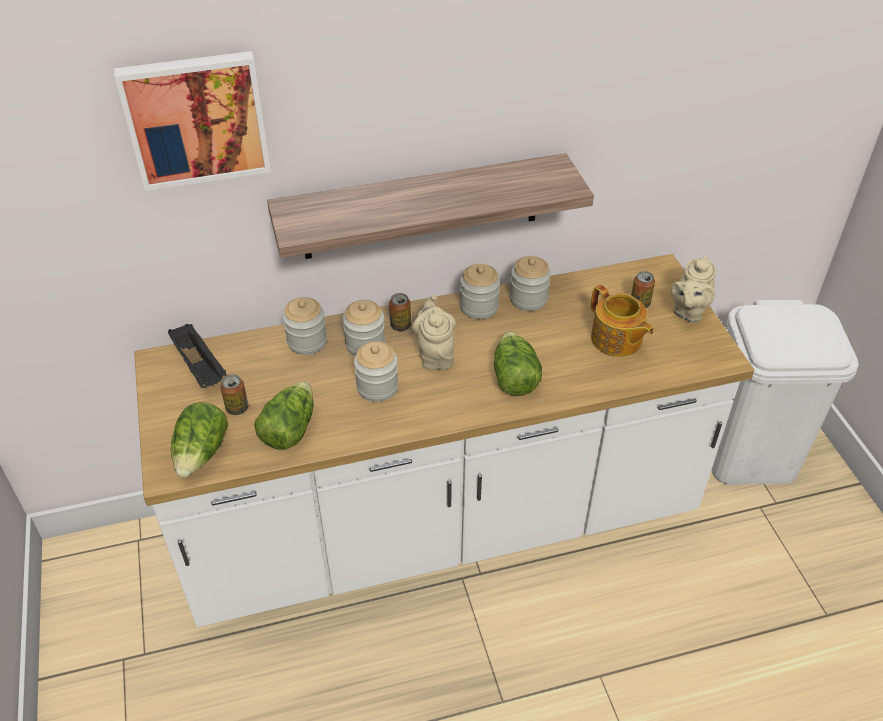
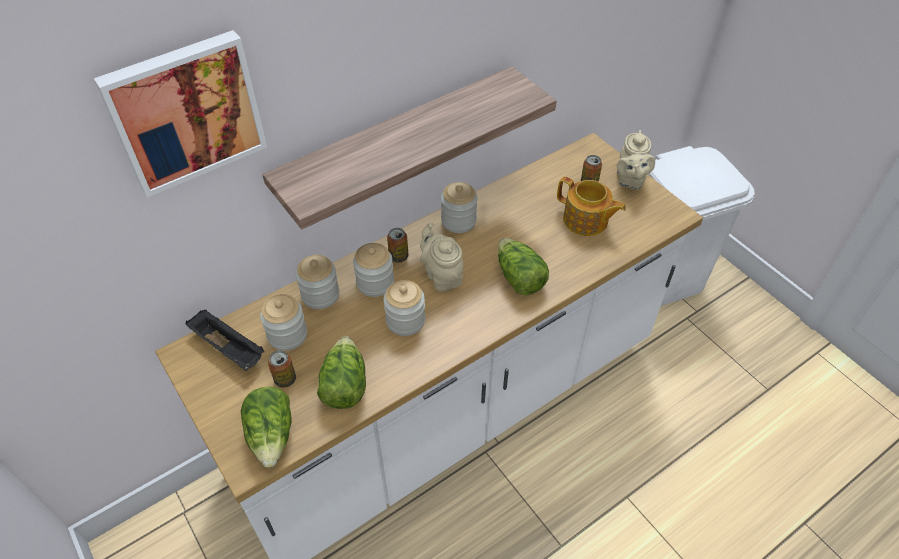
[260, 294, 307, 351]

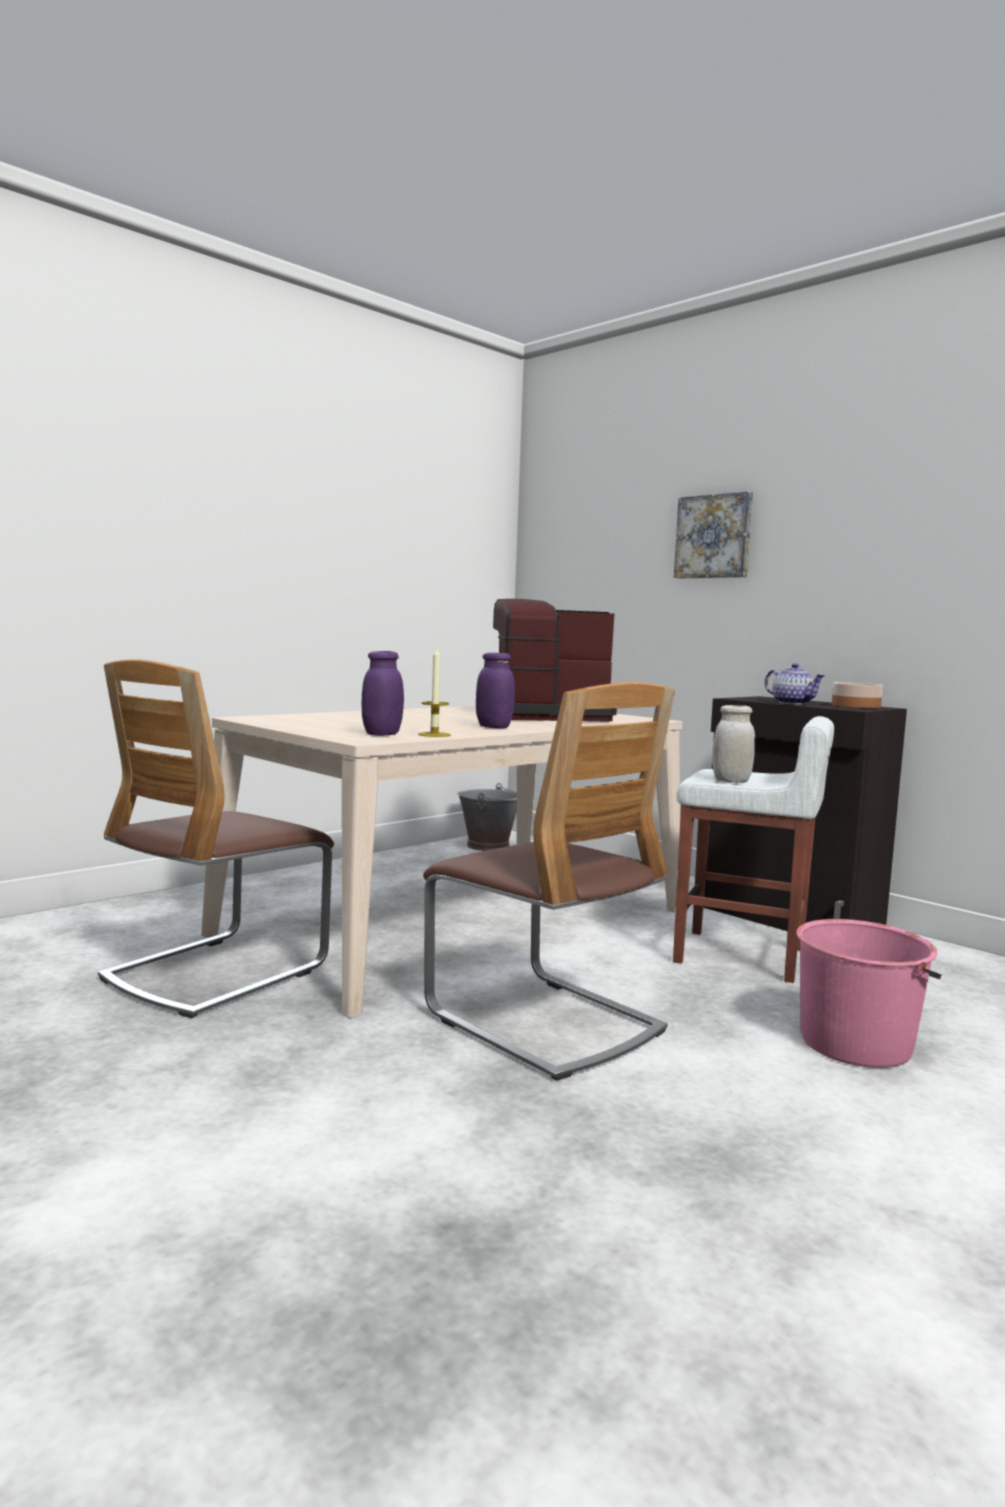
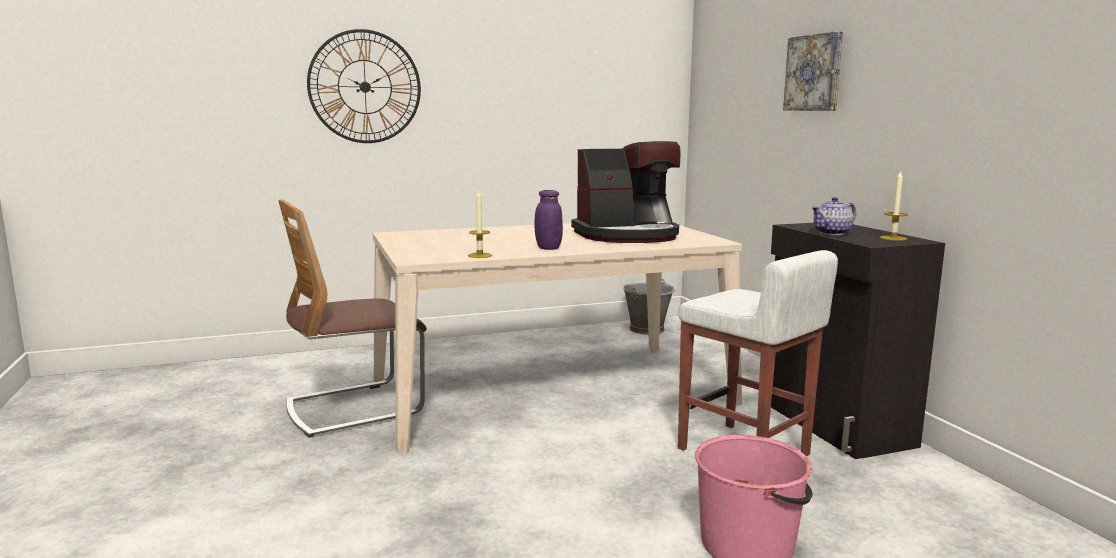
[307, 29, 421, 143]
[571, 141, 681, 243]
[811, 197, 856, 235]
[880, 170, 908, 241]
[362, 651, 404, 736] (first image)
[423, 682, 675, 1081] (first image)
[712, 705, 755, 783] (first image)

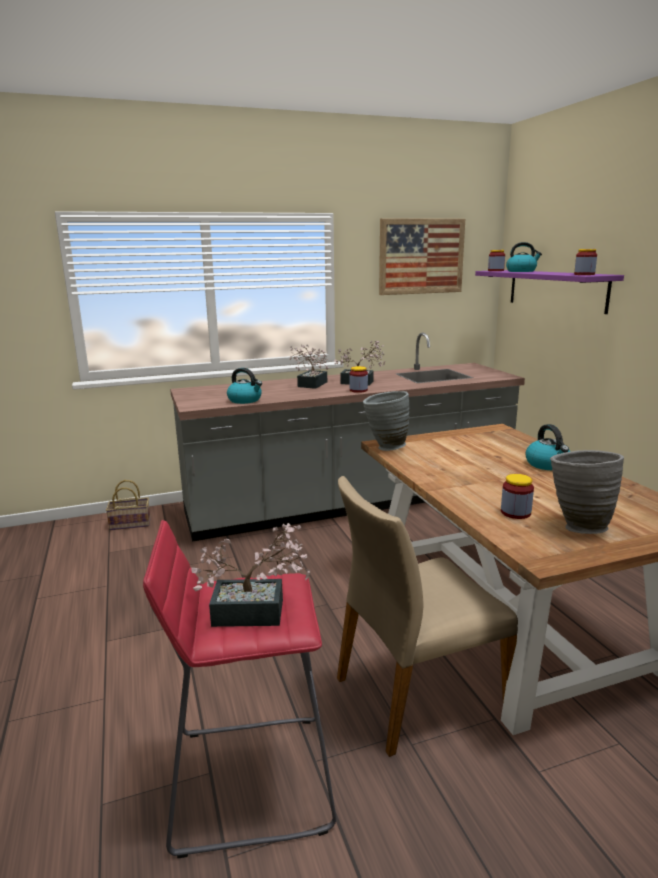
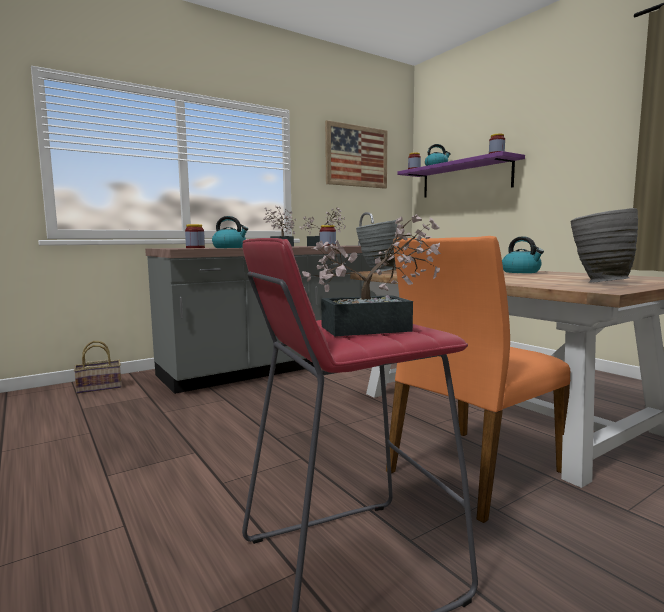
[185, 224, 205, 248]
[386, 236, 570, 523]

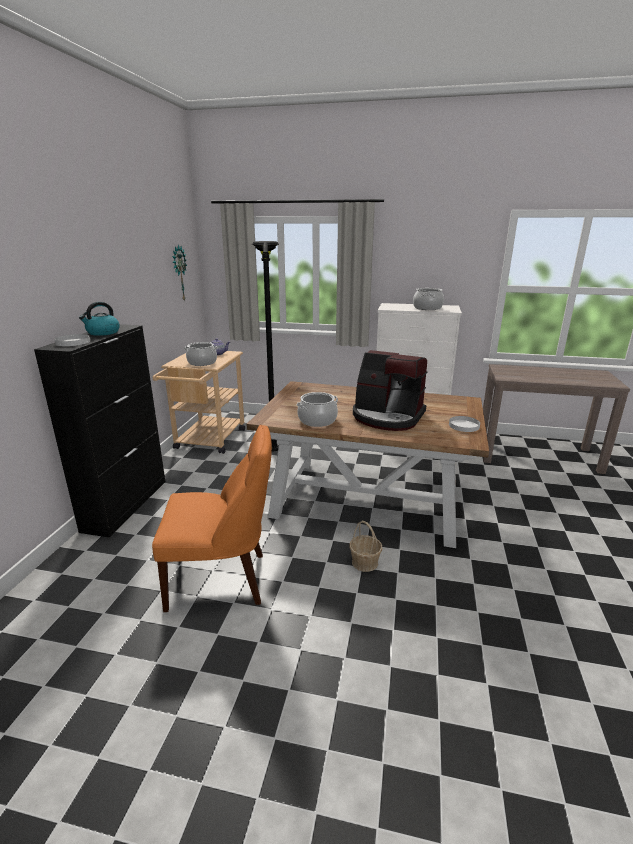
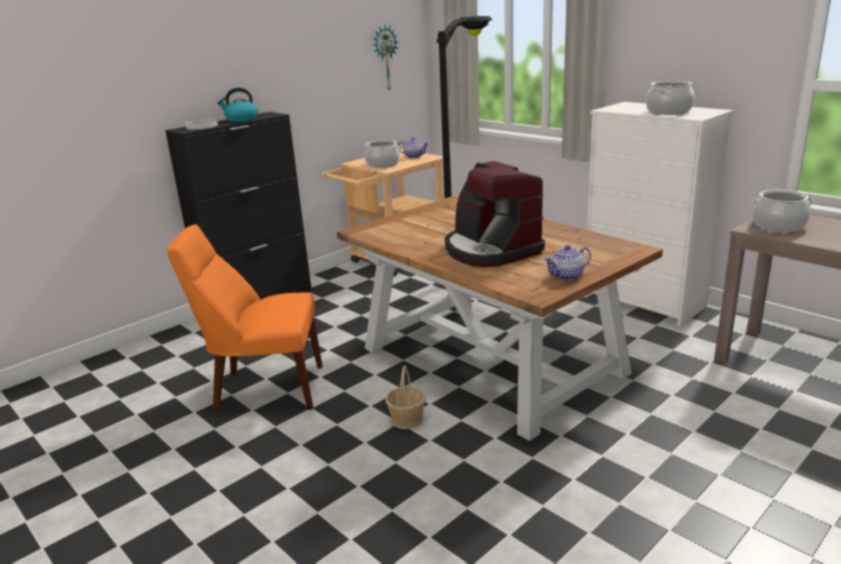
[167, 224, 322, 414]
[544, 245, 591, 280]
[752, 190, 814, 232]

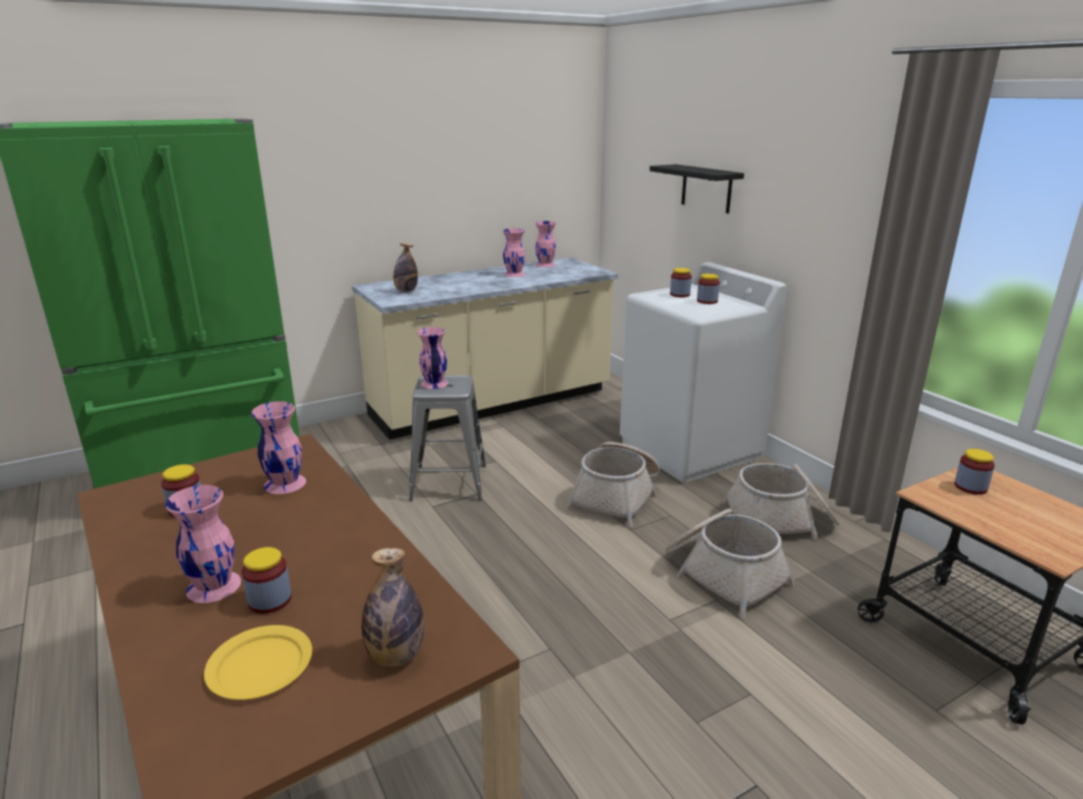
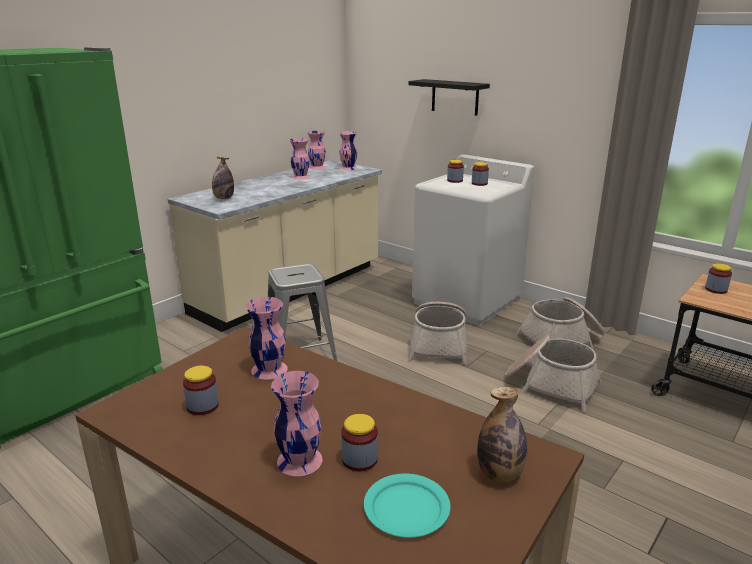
[339, 131, 357, 170]
[364, 473, 451, 537]

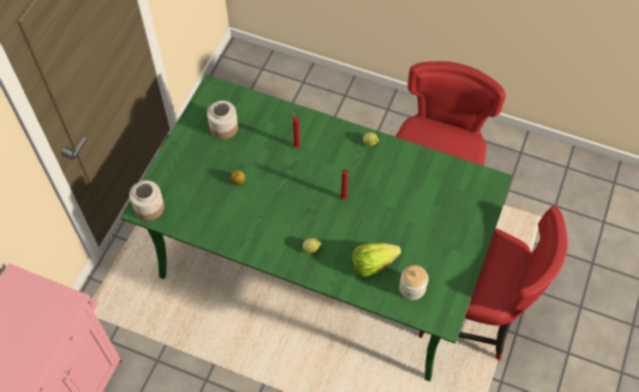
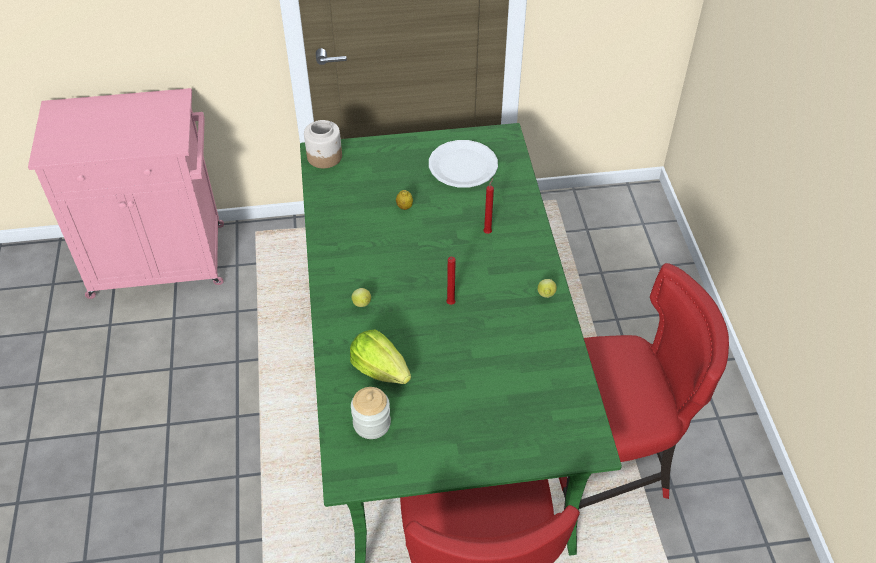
[429, 140, 498, 187]

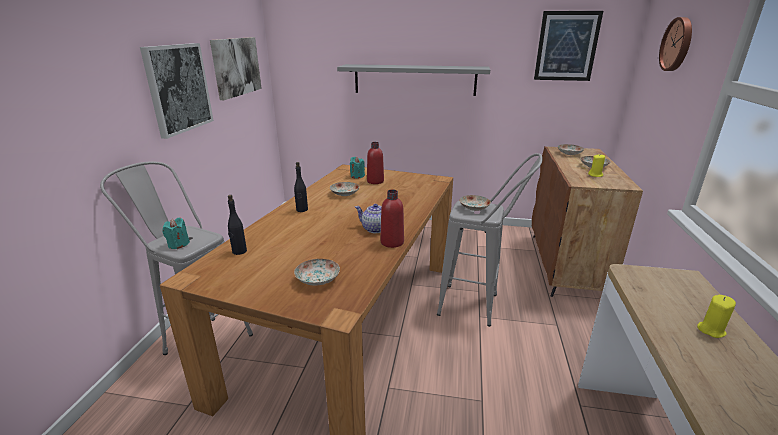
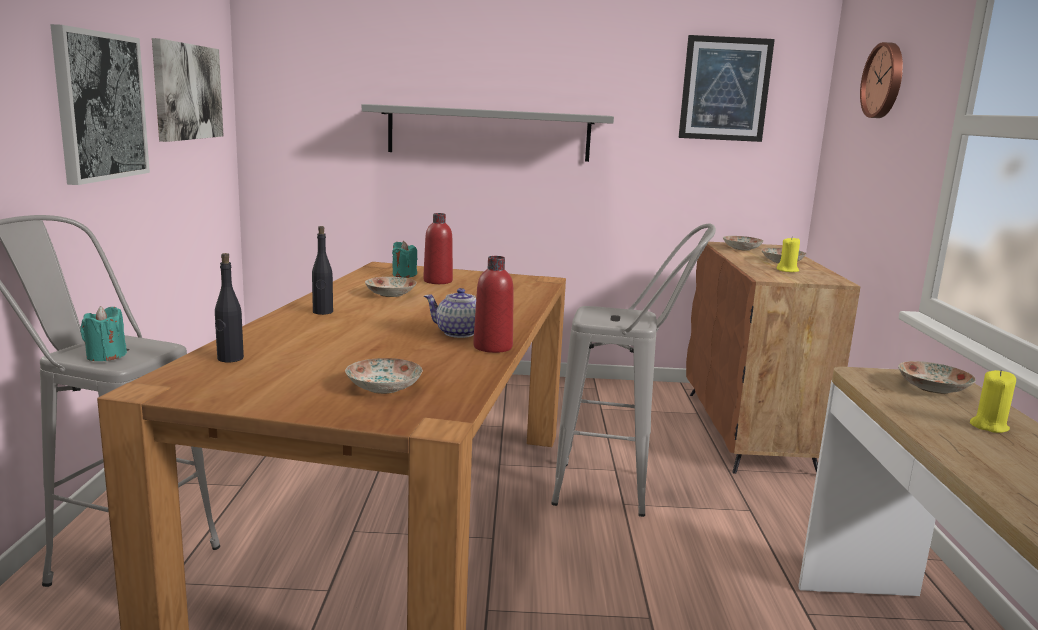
[898, 361, 976, 394]

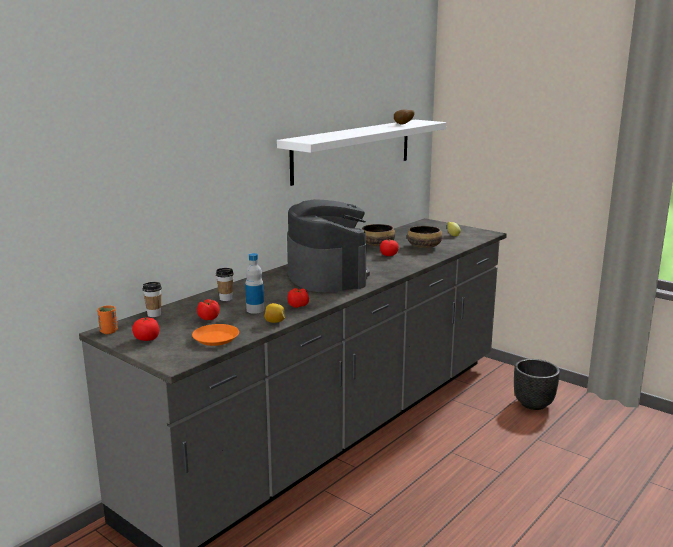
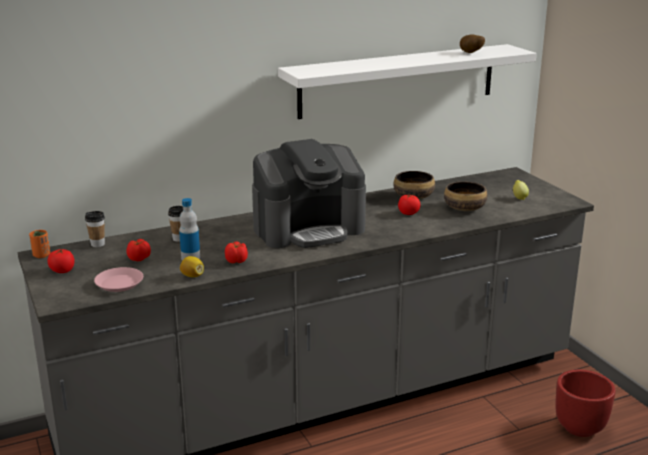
[94, 267, 143, 292]
[252, 139, 366, 248]
[555, 370, 616, 437]

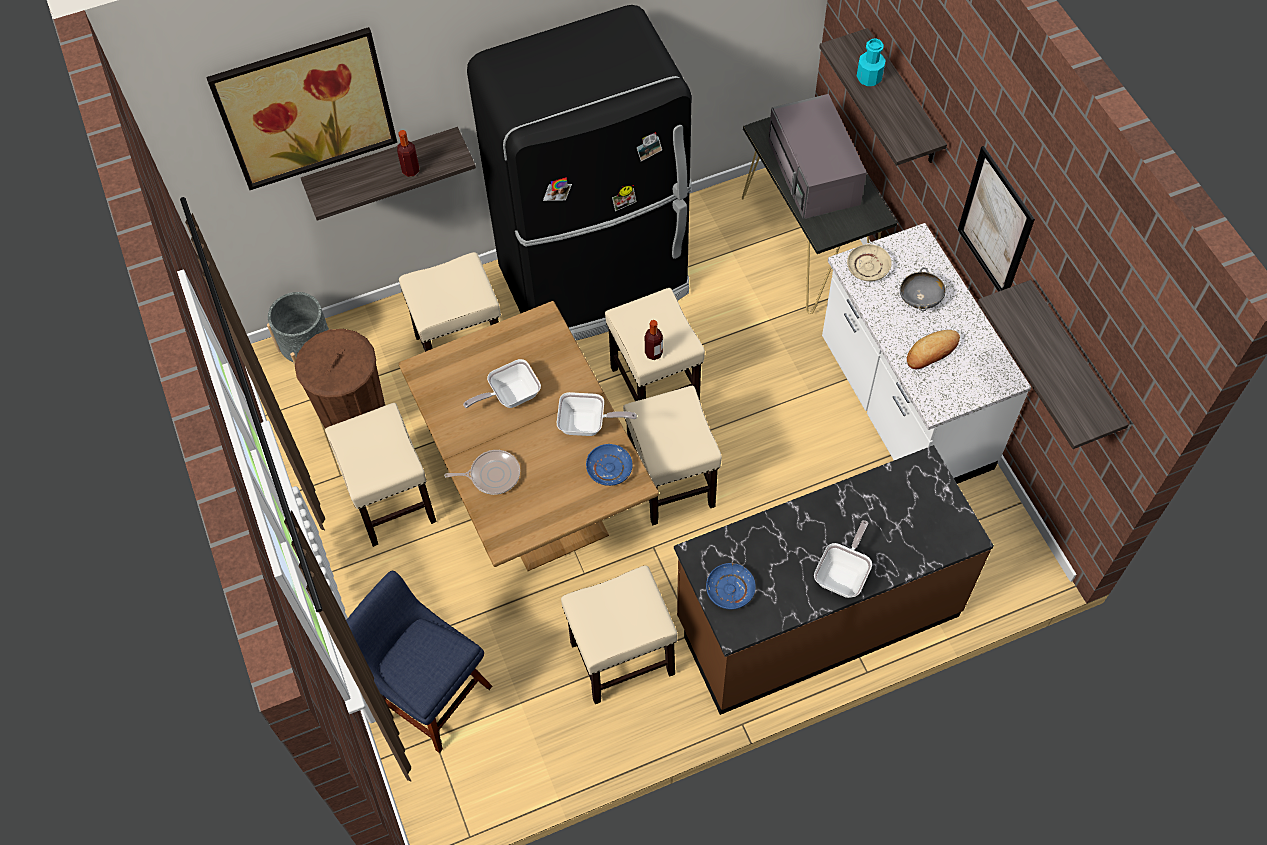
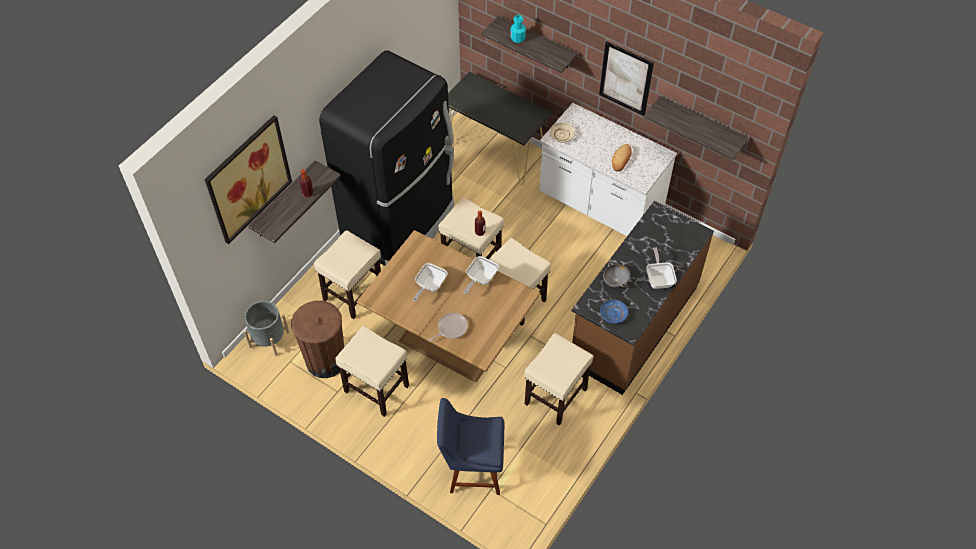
[464, 256, 499, 294]
[603, 263, 630, 288]
[586, 444, 633, 486] (first image)
[768, 94, 867, 219] (first image)

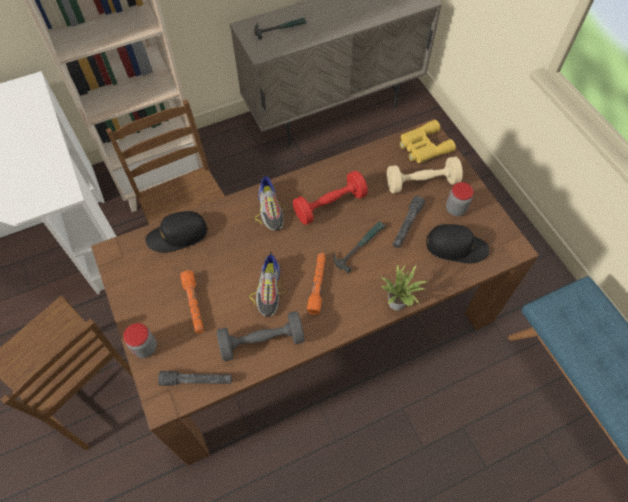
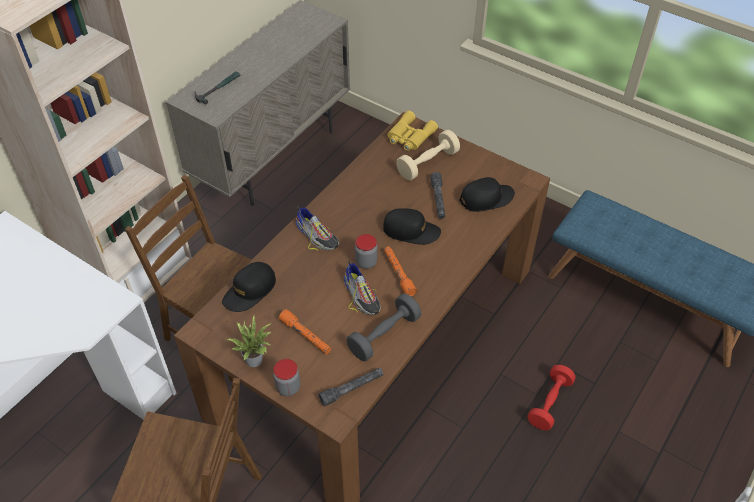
[226, 316, 271, 367]
[355, 234, 377, 269]
[383, 208, 441, 245]
[528, 365, 576, 430]

